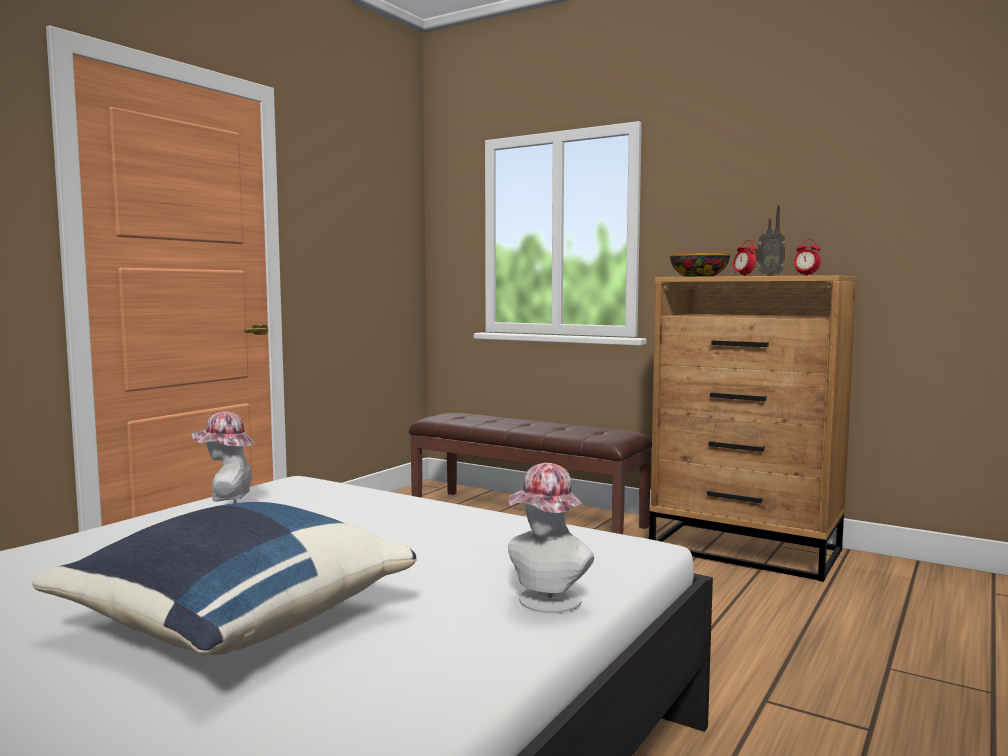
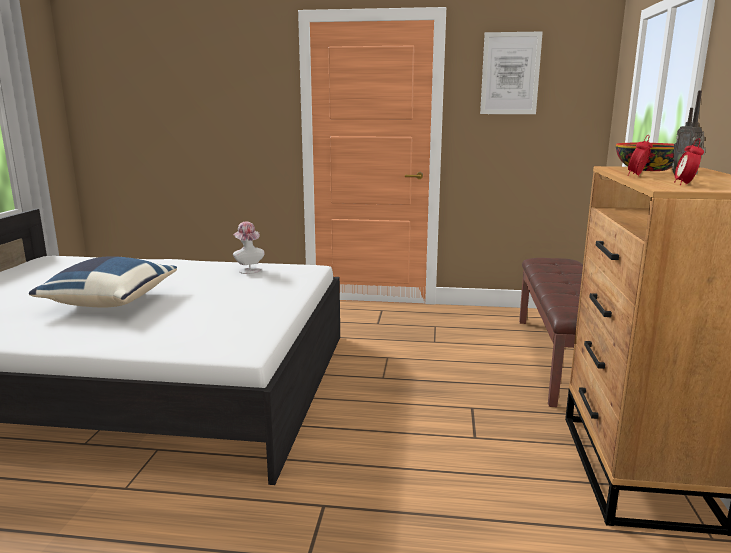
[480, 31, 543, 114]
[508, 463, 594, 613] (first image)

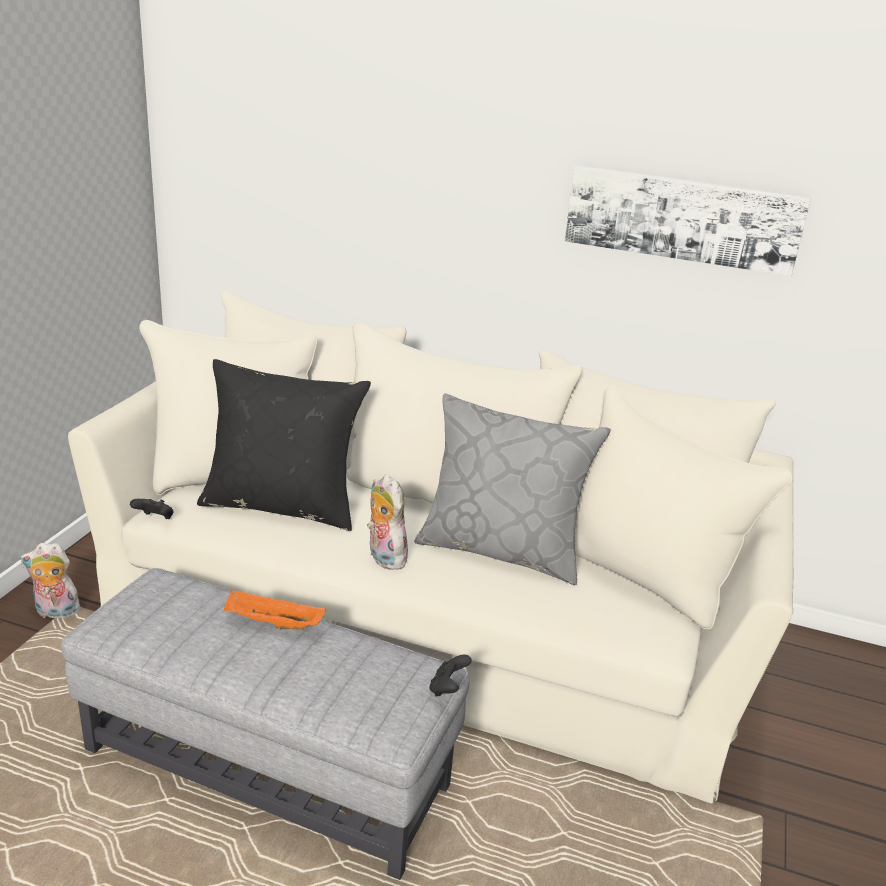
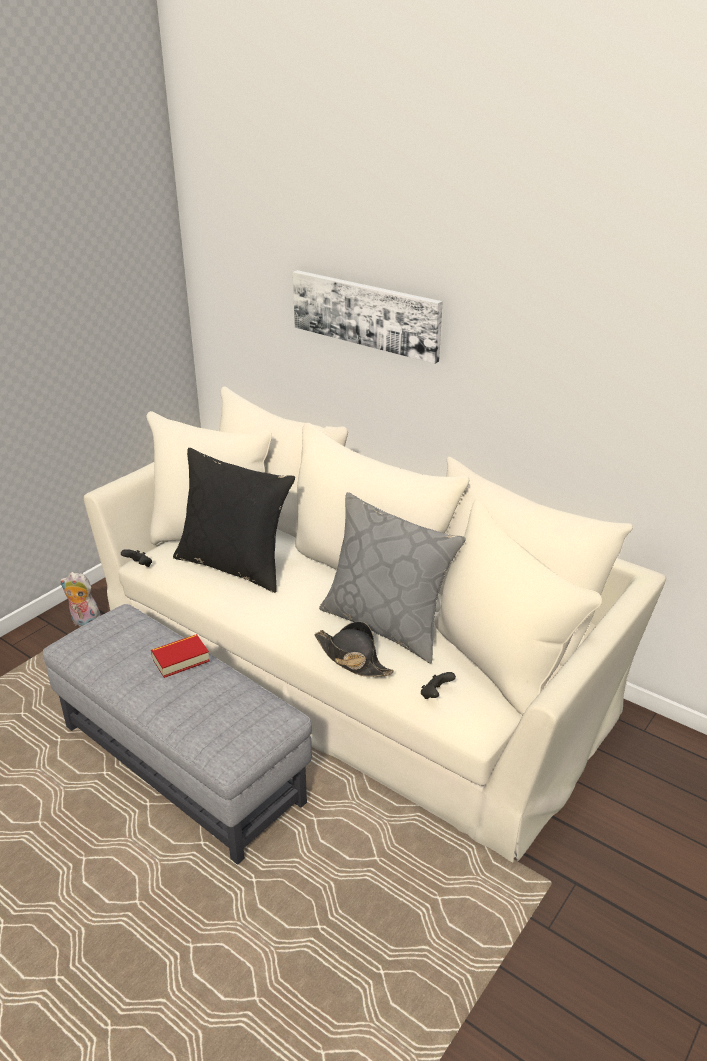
[151, 634, 210, 678]
[293, 270, 443, 364]
[314, 621, 394, 677]
[421, 672, 456, 699]
[367, 474, 408, 570] (first image)

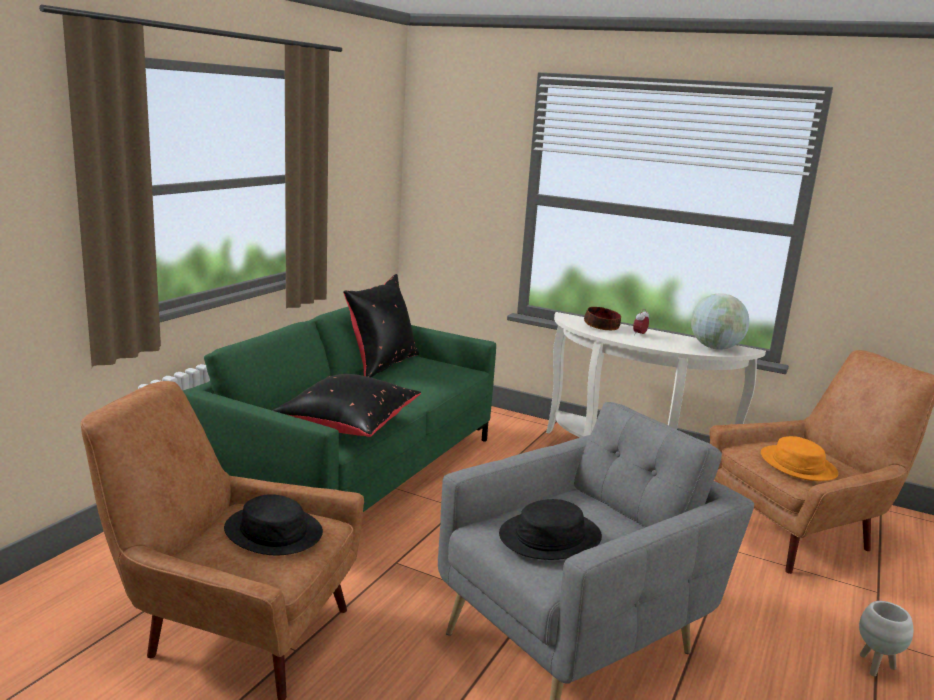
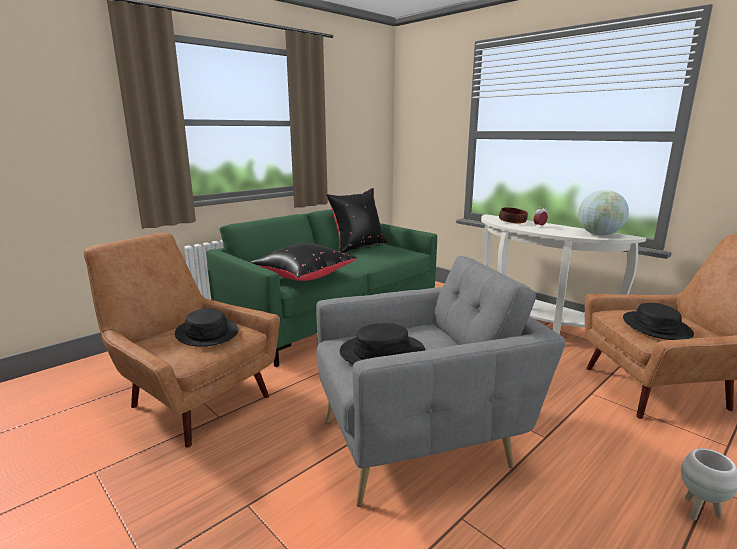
[623, 303, 694, 340]

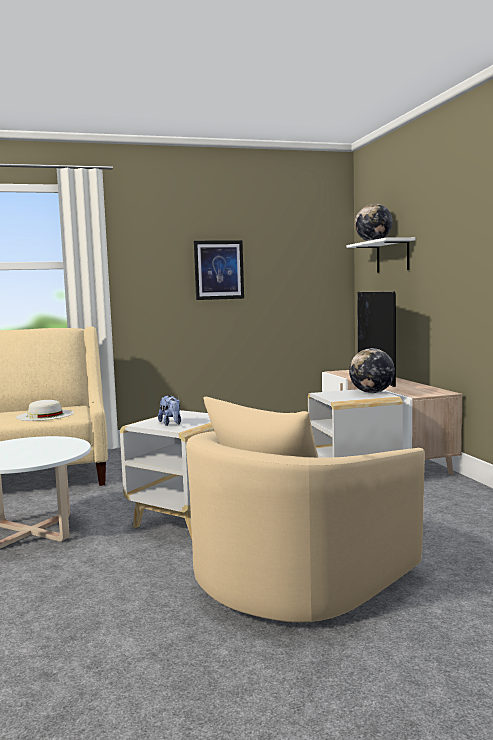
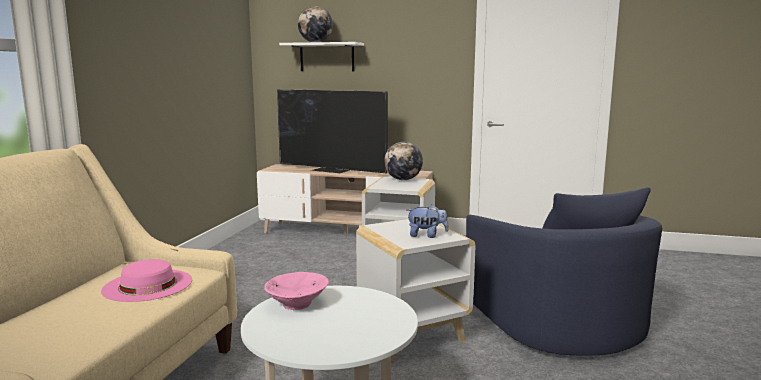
[101, 259, 192, 302]
[264, 272, 329, 310]
[466, 187, 662, 356]
[194, 240, 244, 300] (first image)

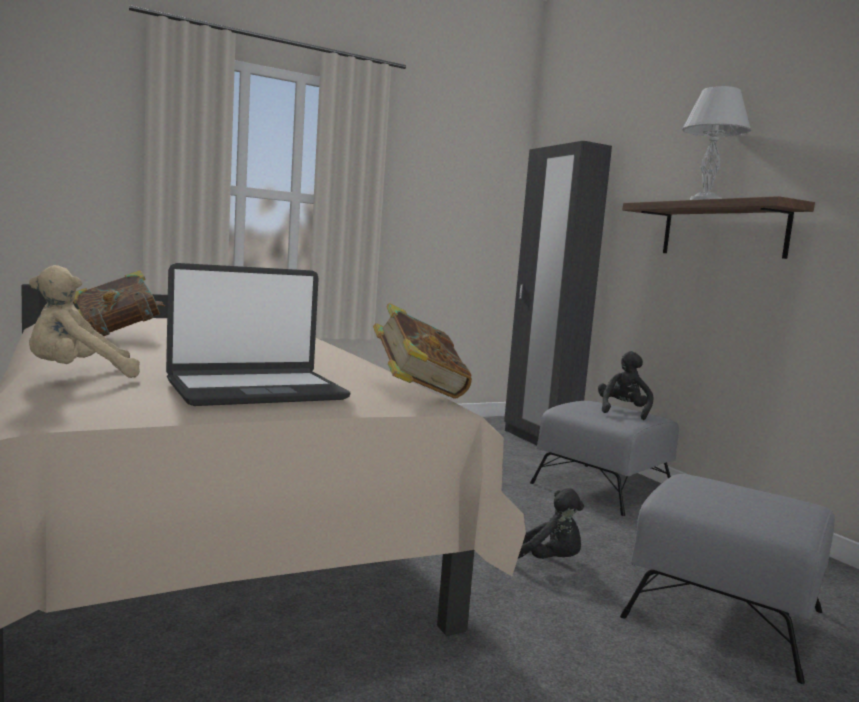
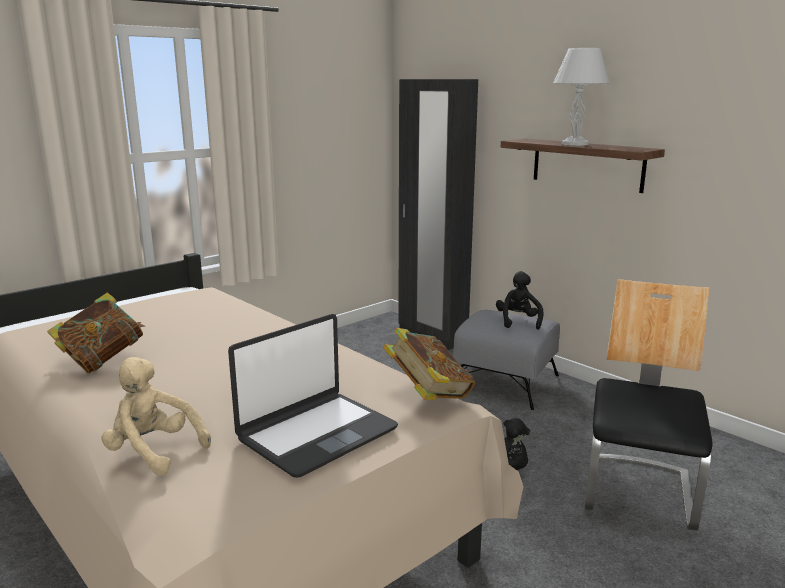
[101, 357, 211, 475]
[585, 279, 713, 531]

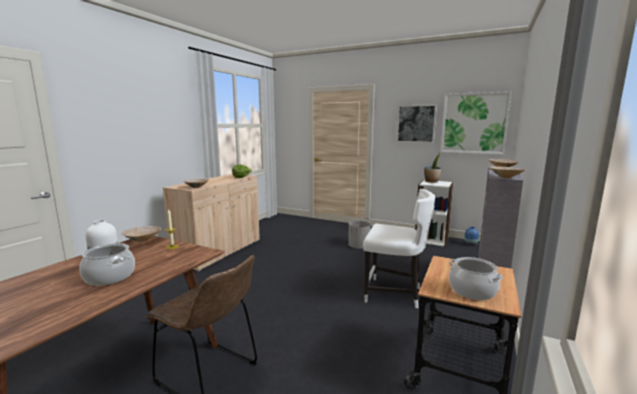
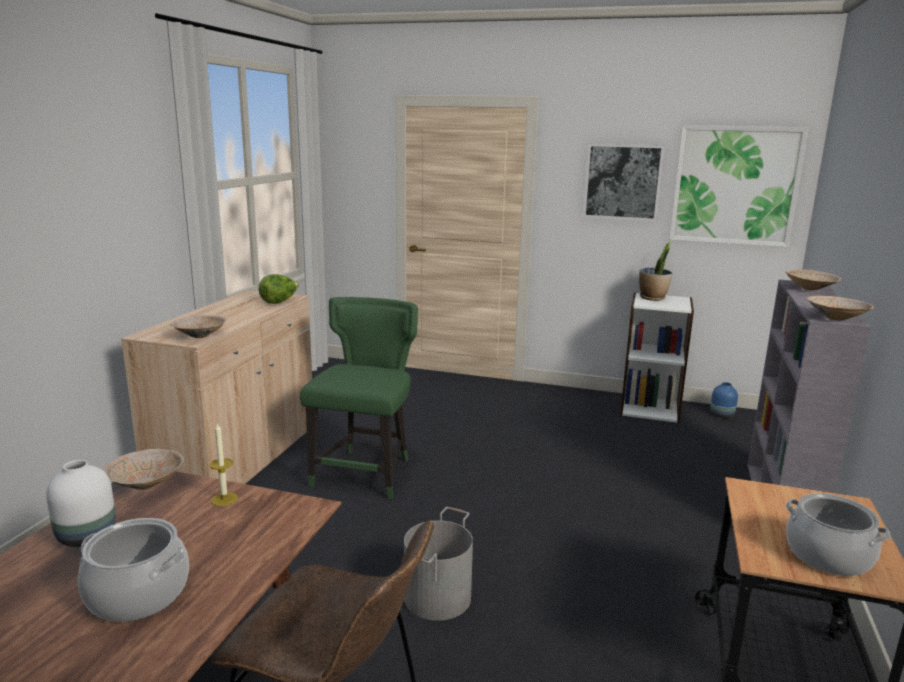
[300, 297, 418, 499]
[404, 507, 473, 621]
[363, 189, 436, 309] (first image)

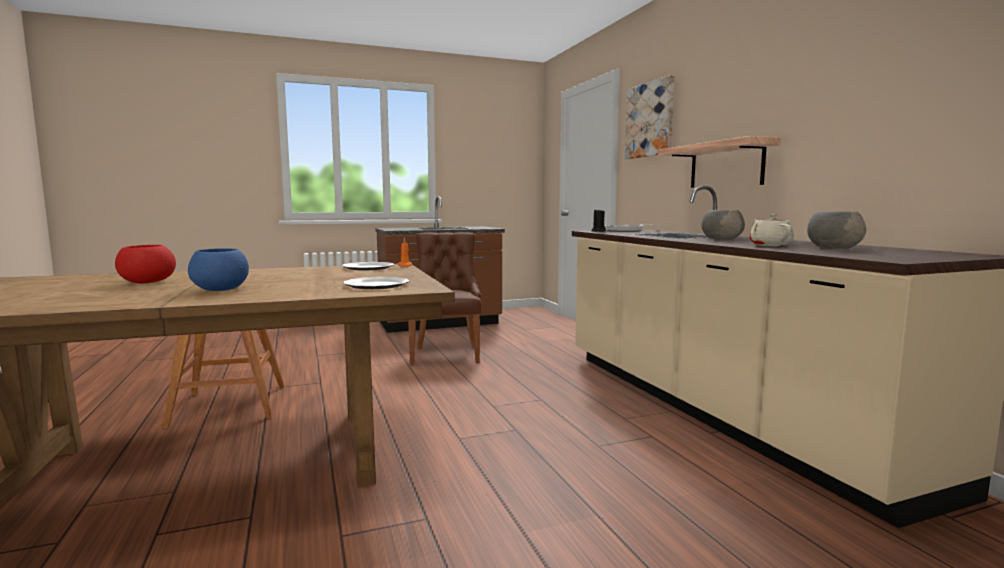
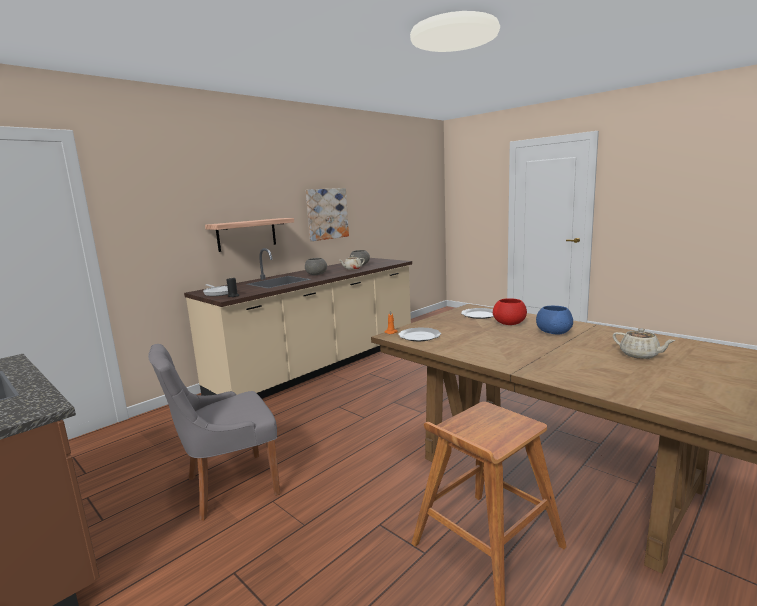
[148, 344, 280, 521]
[306, 188, 349, 241]
[493, 298, 527, 325]
[613, 328, 676, 359]

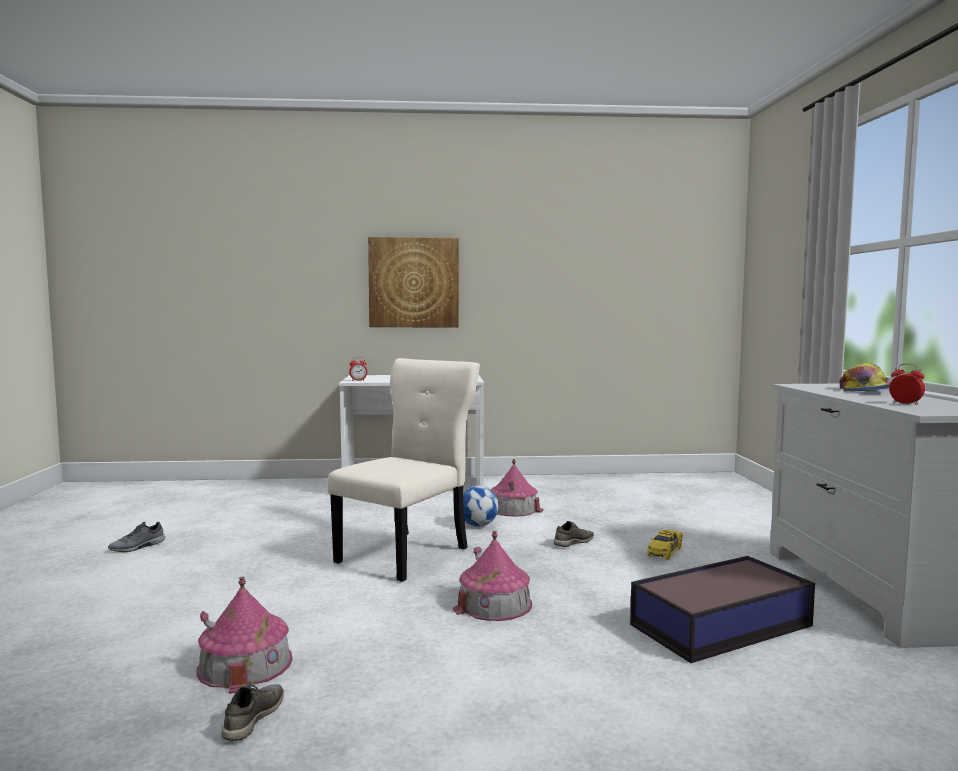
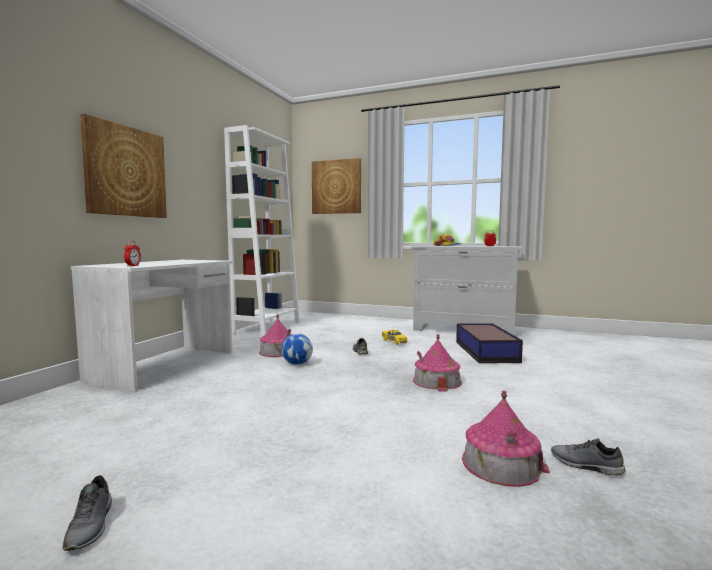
[224, 125, 300, 336]
[312, 158, 361, 214]
[327, 358, 480, 582] (first image)

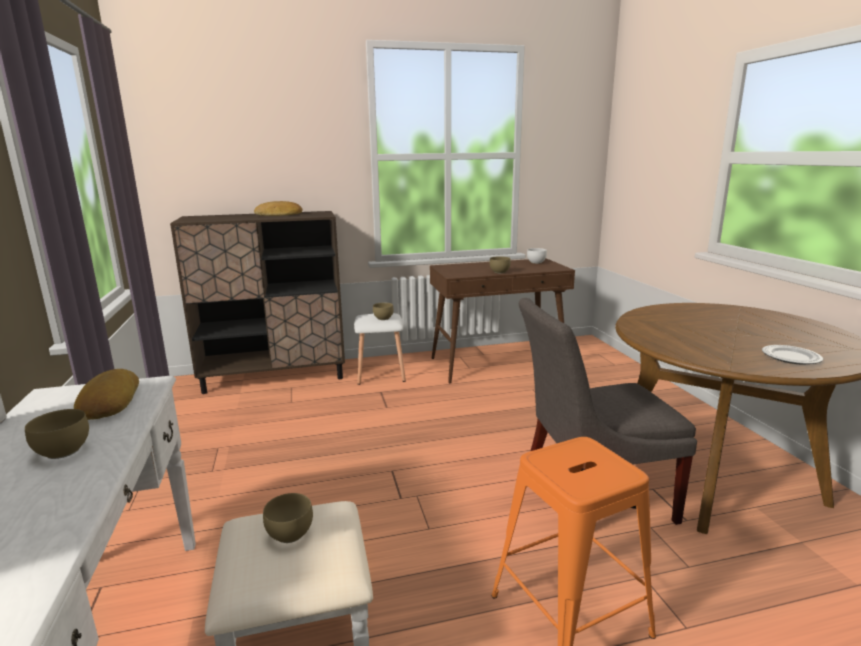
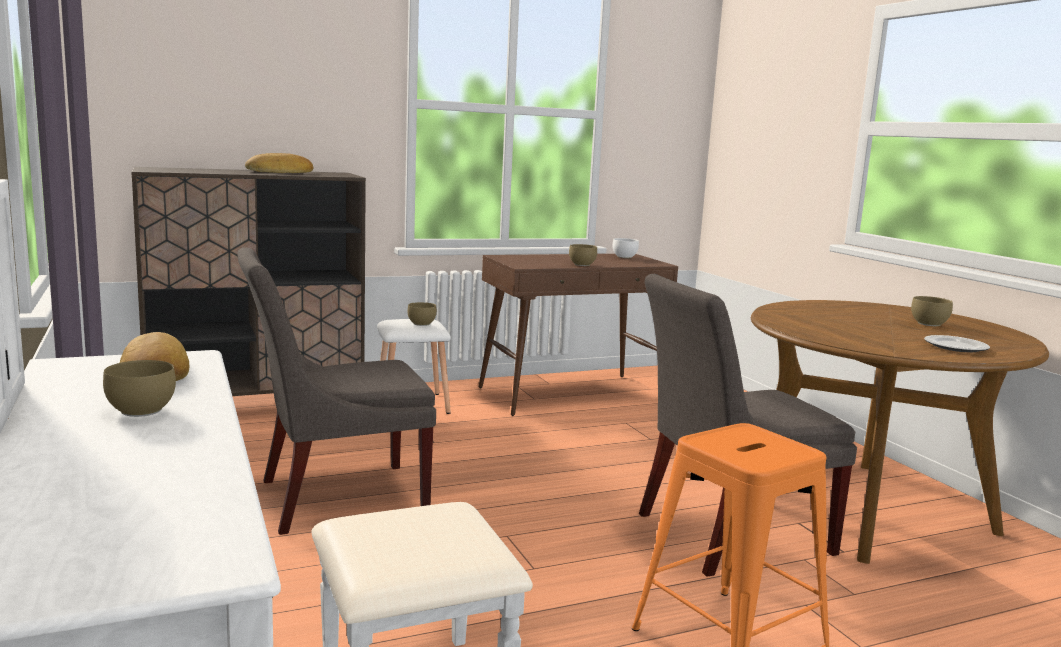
[237, 248, 436, 535]
[911, 296, 953, 326]

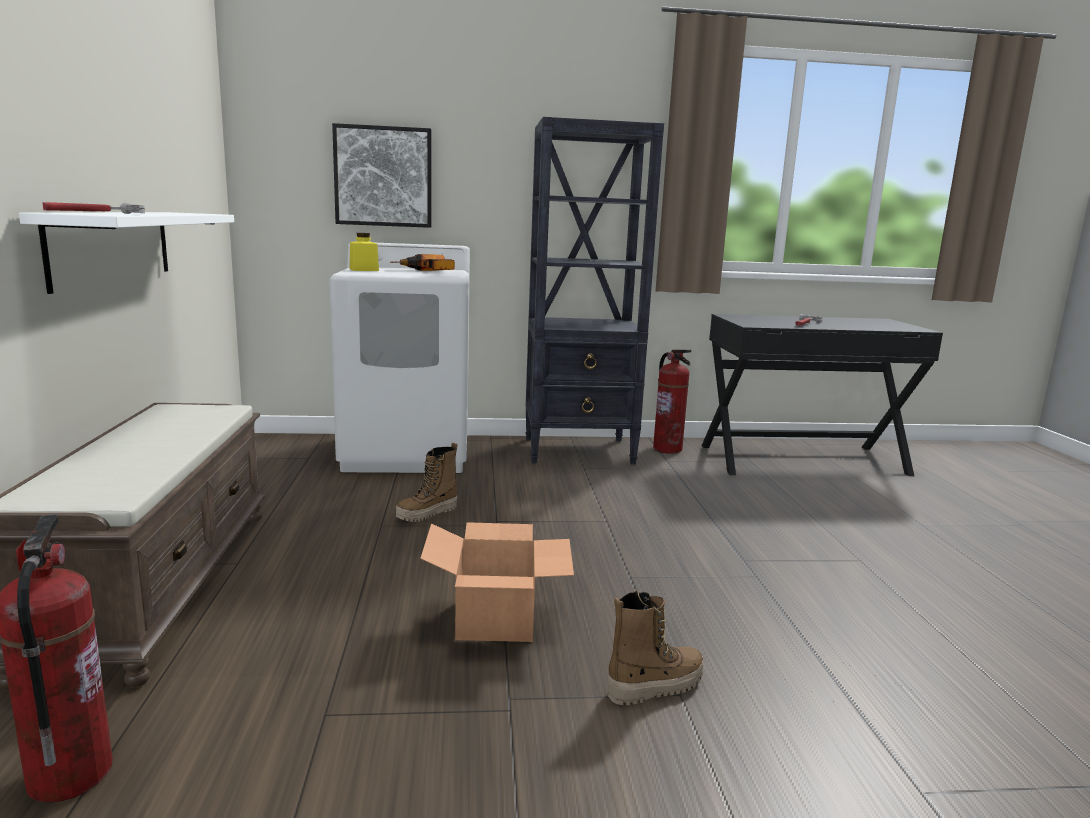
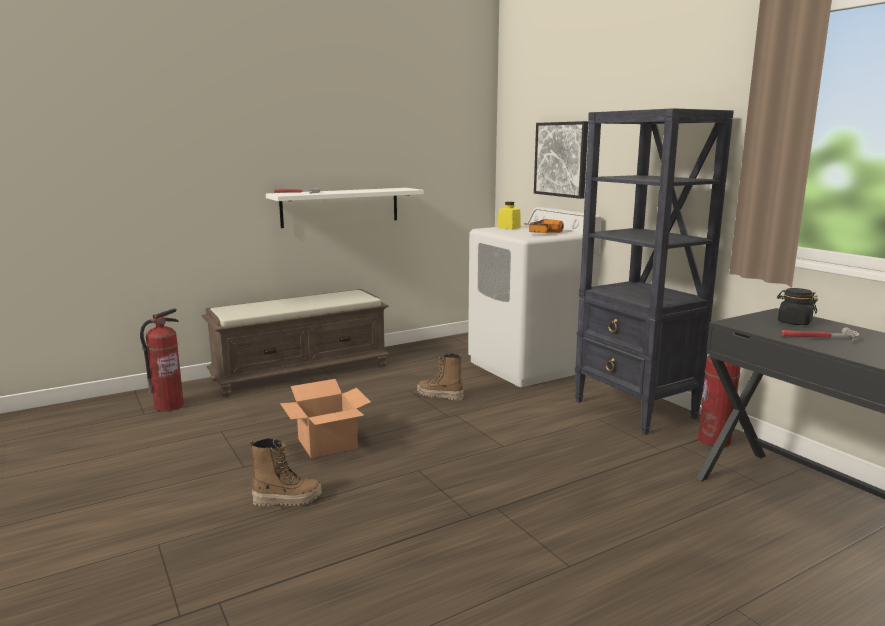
[250, 438, 322, 506]
[777, 288, 818, 325]

